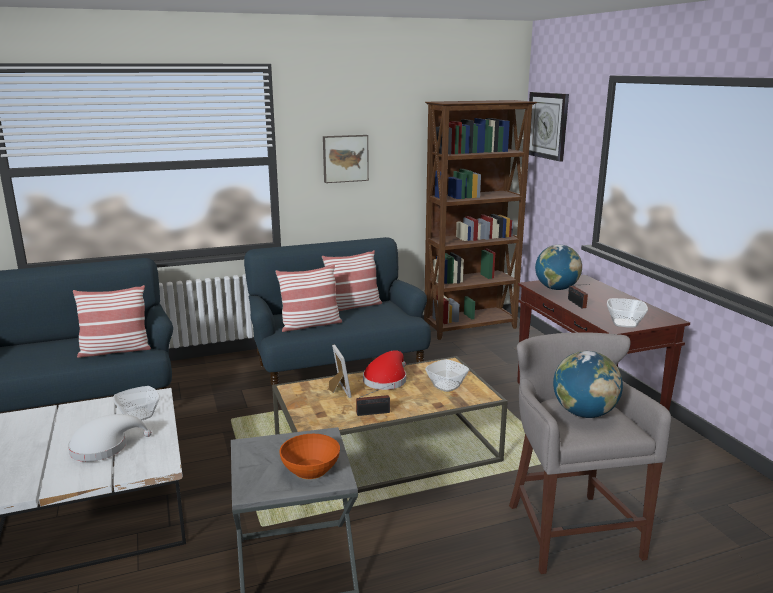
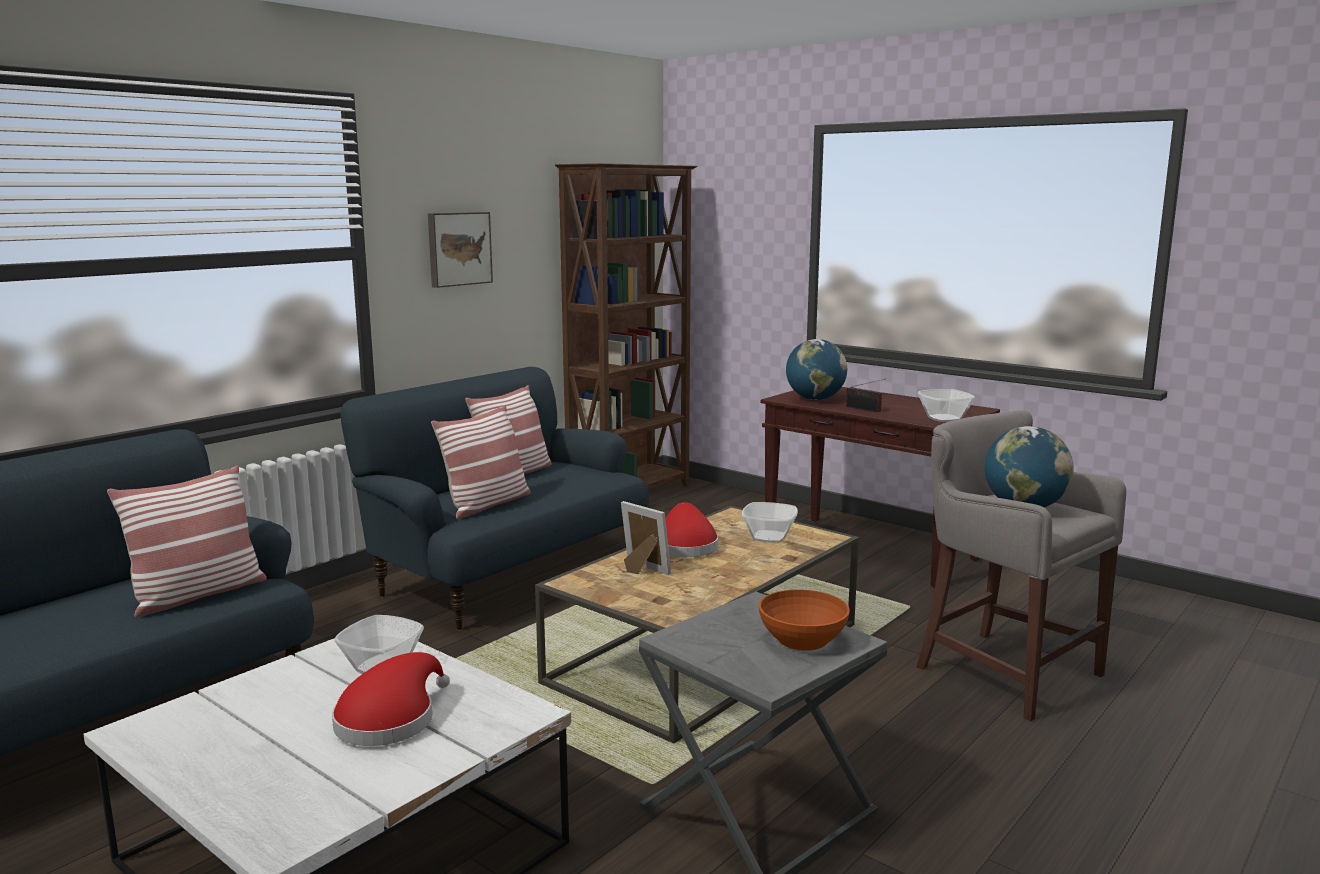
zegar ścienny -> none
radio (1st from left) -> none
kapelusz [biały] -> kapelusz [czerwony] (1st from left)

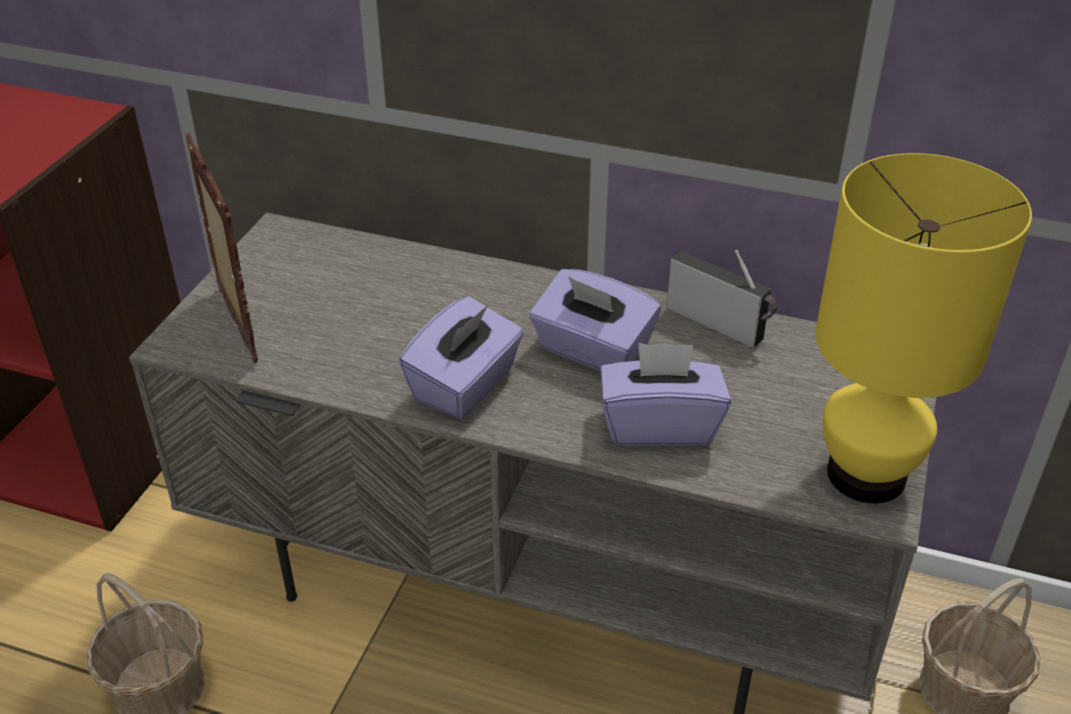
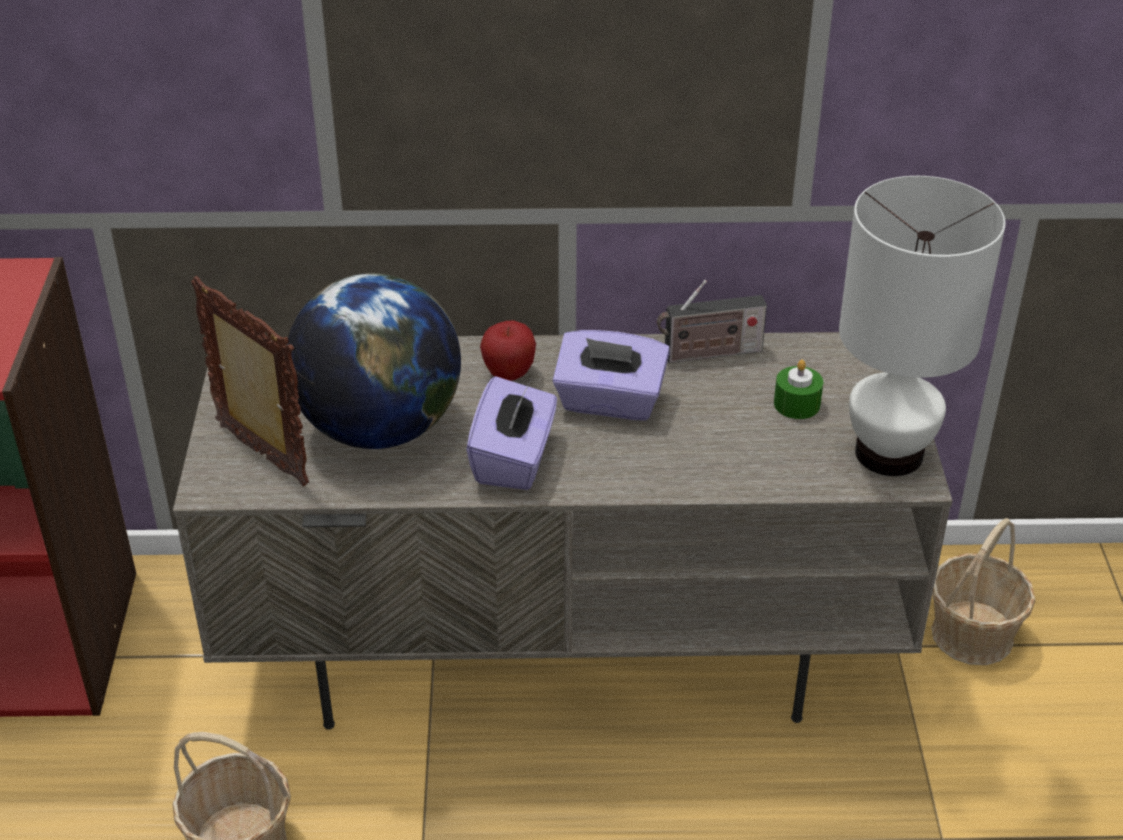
lampa stołowa [żółty] -> lampa stołowa [biały]
radio, 150 degrees clockwise
pudełko chusteczek [fioletowy] (3rd from left) -> none
none -> globus
none -> jabłko
none -> świeca [zielony]

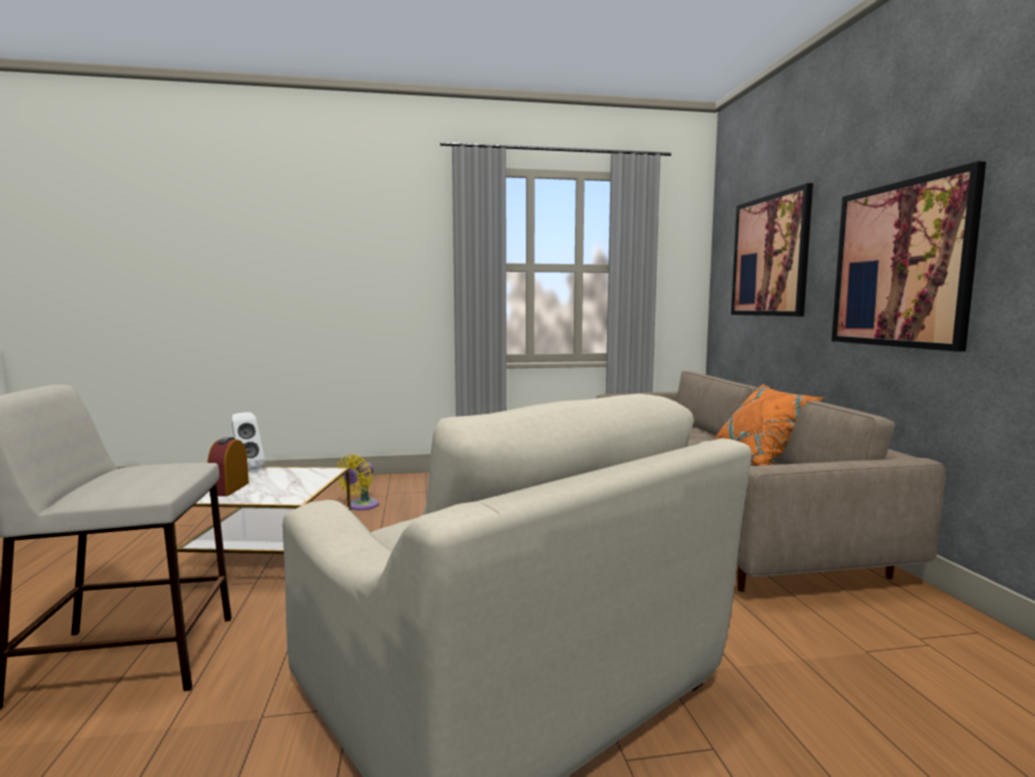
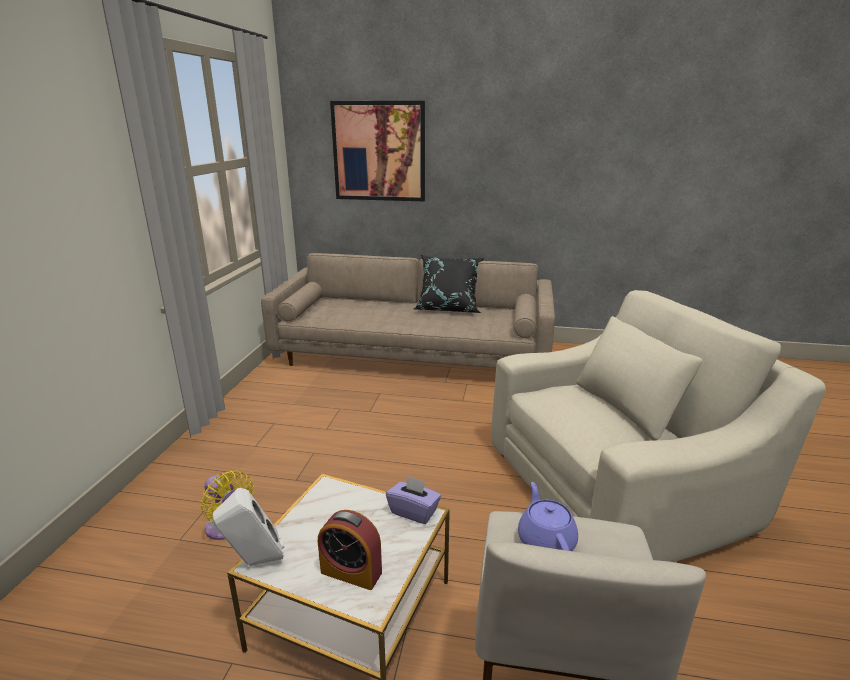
obraz (2nd from left) -> none
poduszka [pomarańczowy] -> poduszka [czarny]
none -> pudełko chusteczek [fioletowy]
none -> imbryk [fioletowy]

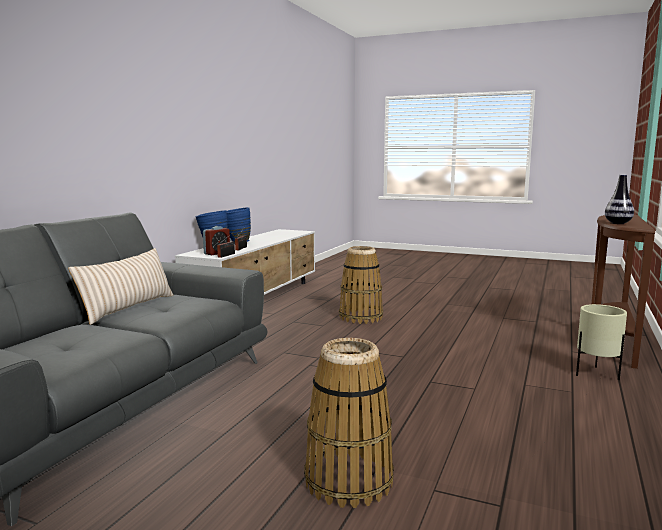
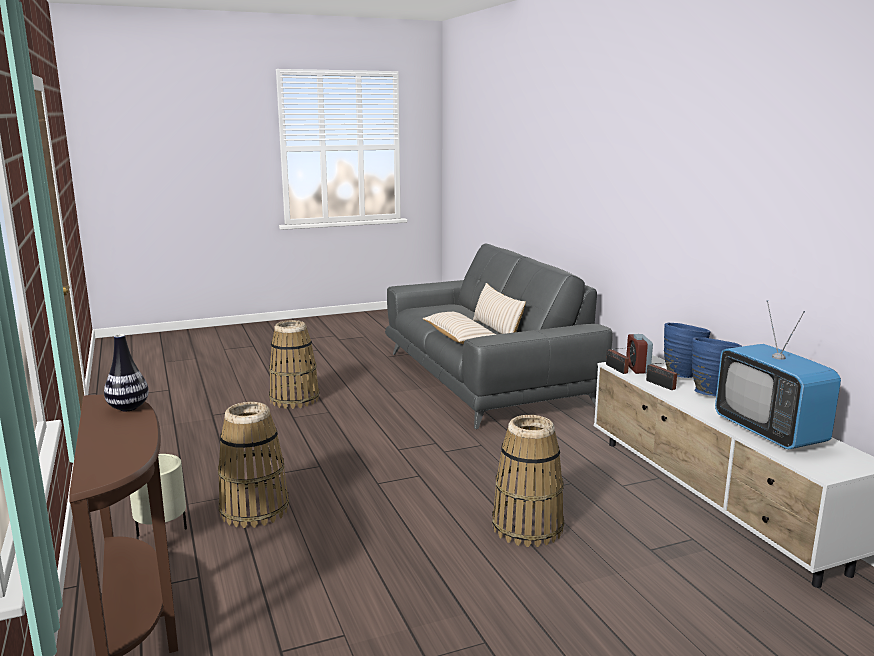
none -> telewizor
none -> poduszka [beżowy] (1st from left)
none -> koszyk (1st from left)

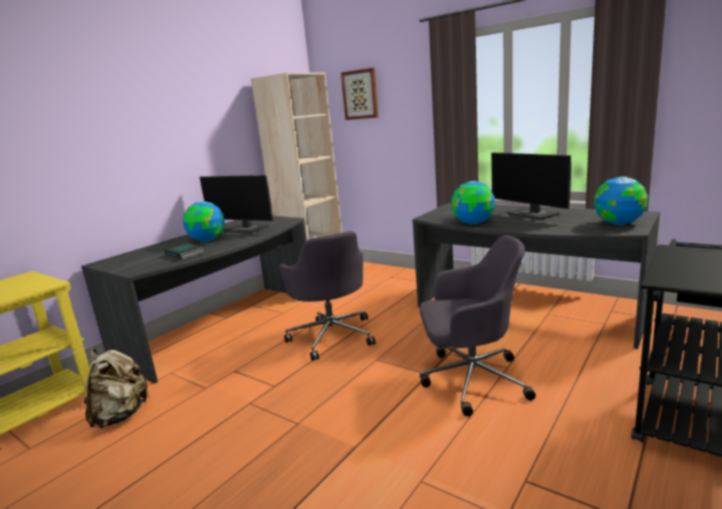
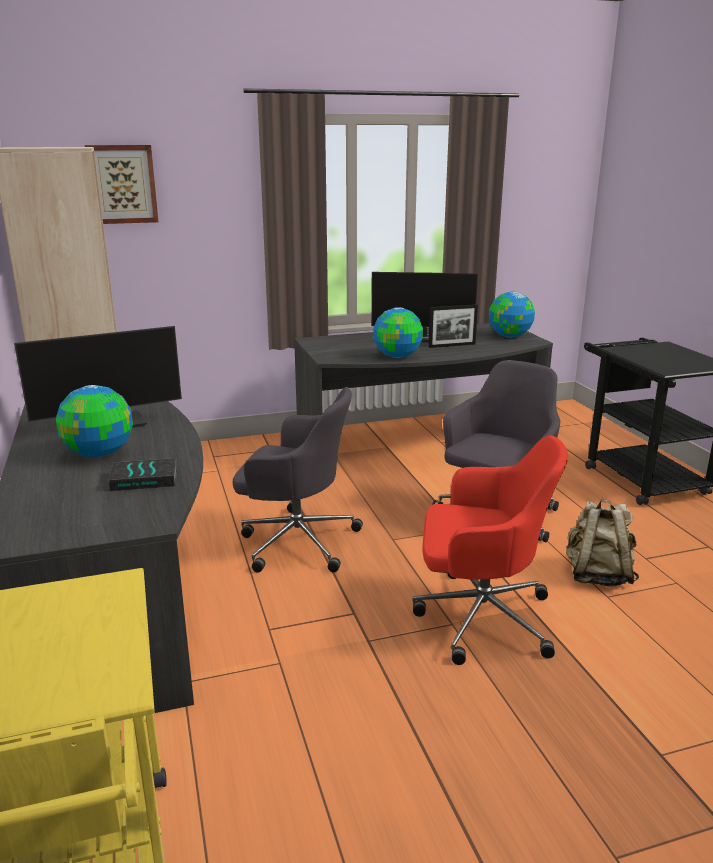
plecak [beżowy], move
none -> ramka na zdjęcie
none -> krzesło biurowe [czerwony]

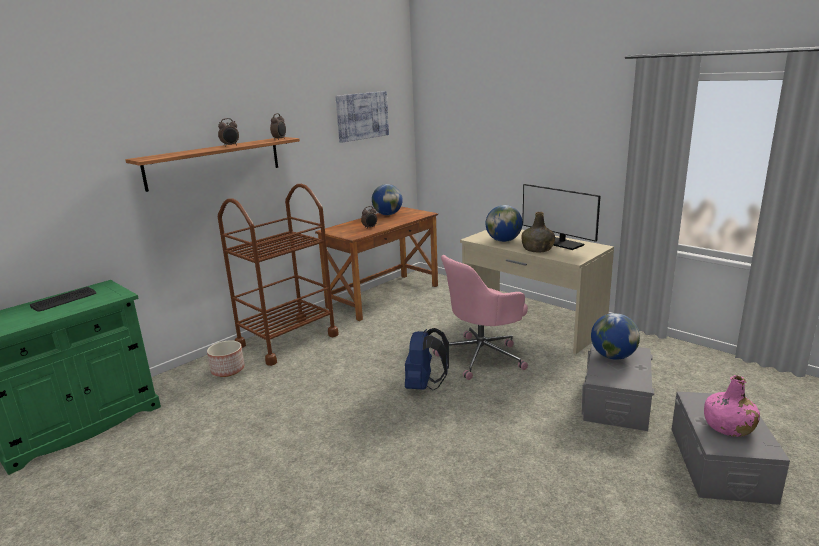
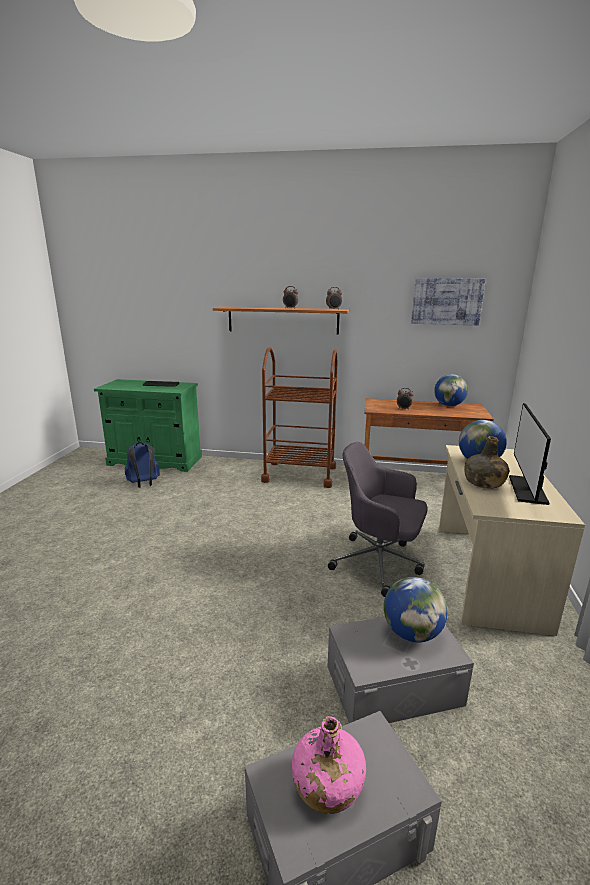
krzesło biurowe [różowy] -> krzesło biurowe [szary]
plecak [niebieski], move
donica -> none

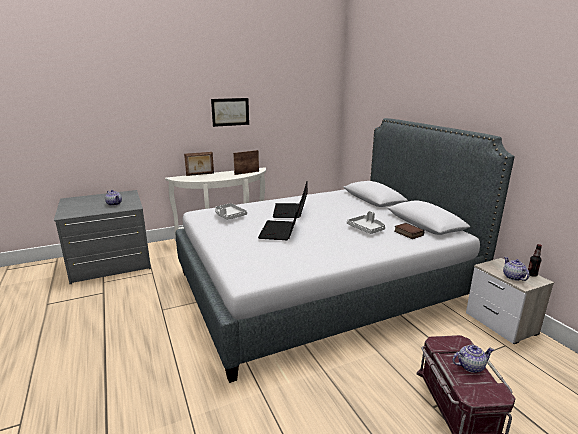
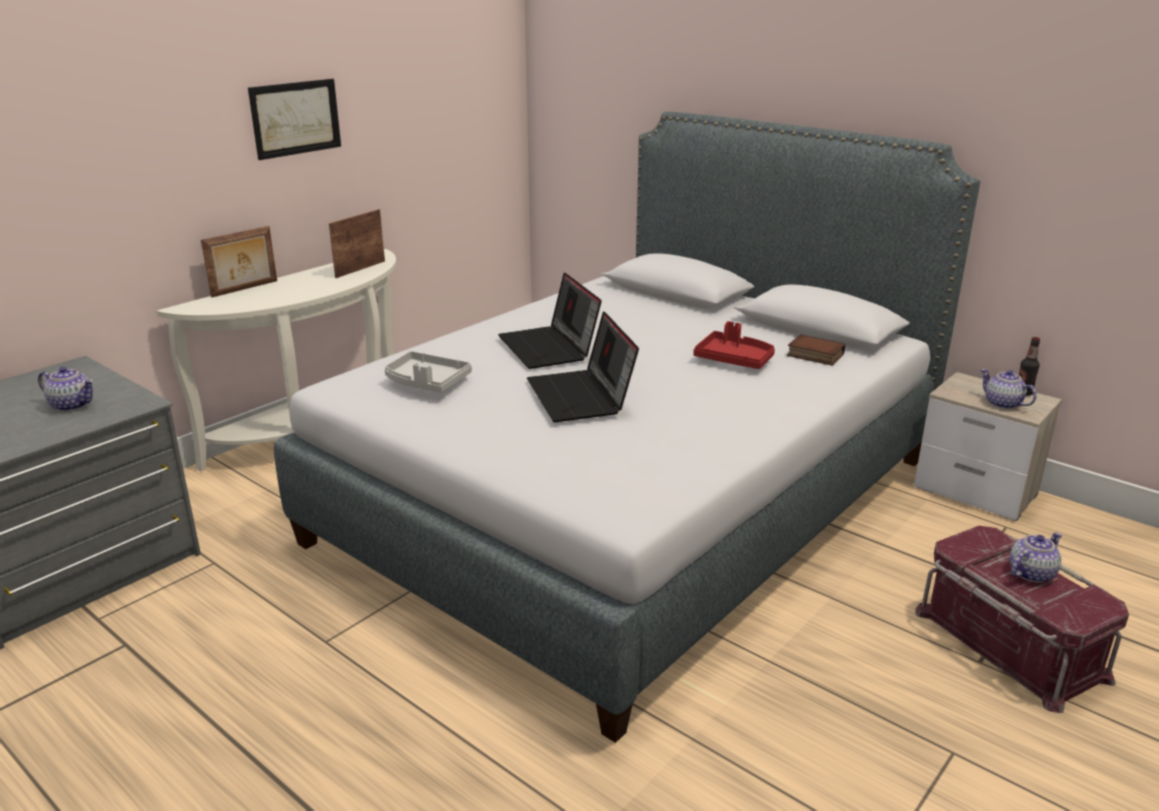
taca [szary] (2nd from left) -> taca [czerwony]

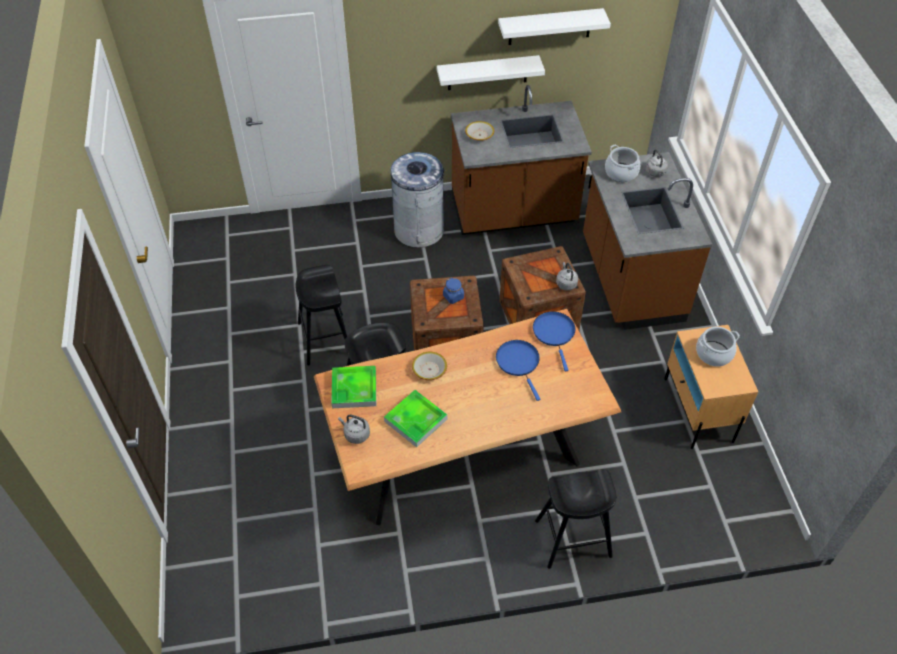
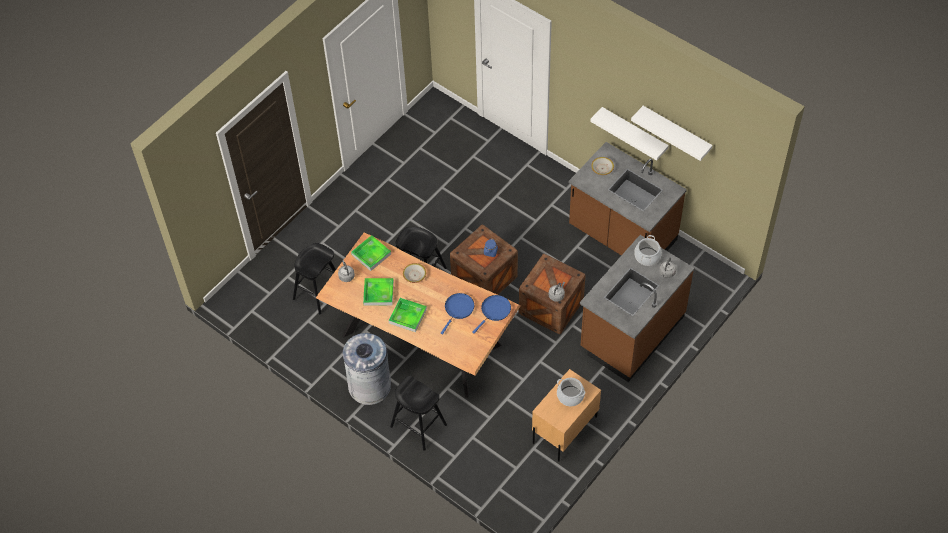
kosz na śmieci [szary], move
stołek [czarny] (1st from left), move
none -> taca (3rd from left)

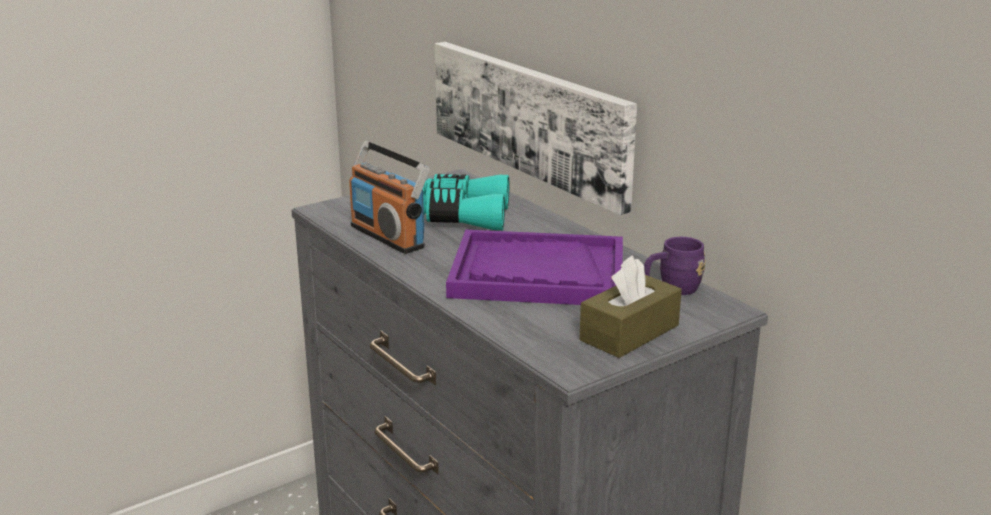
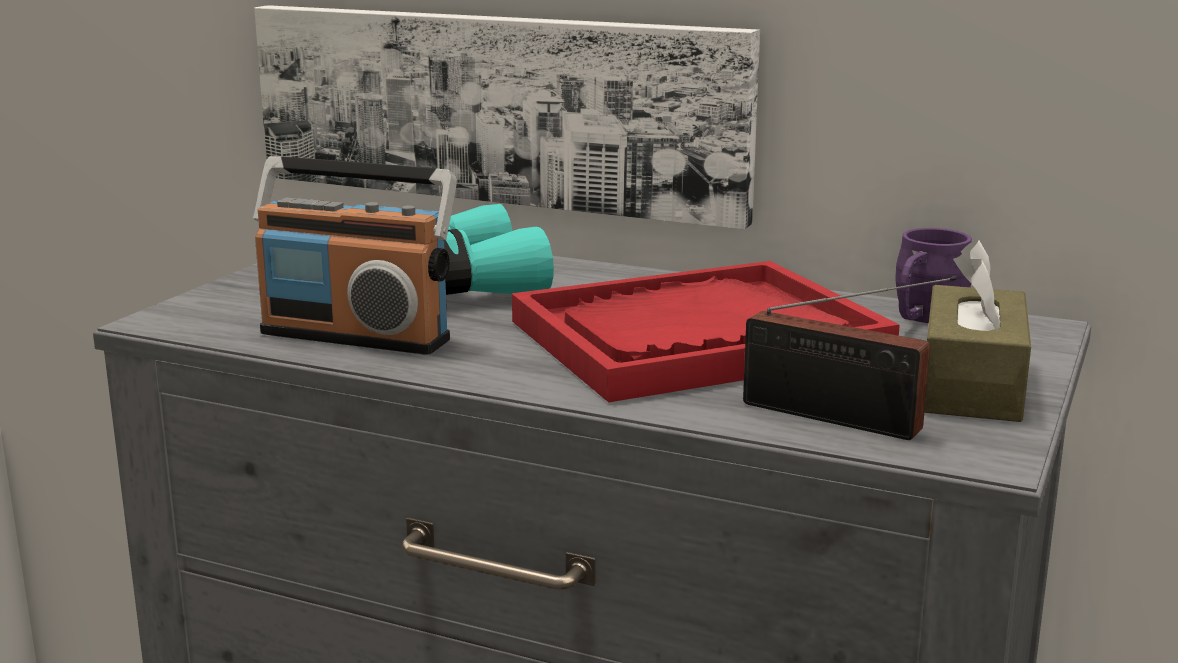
taca [fioletowy] -> taca [czerwony]
none -> radio (2nd from left)

